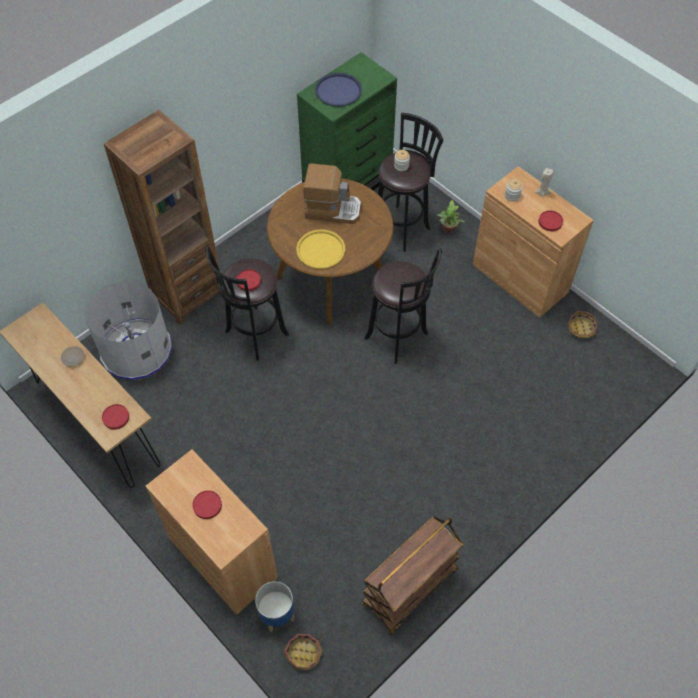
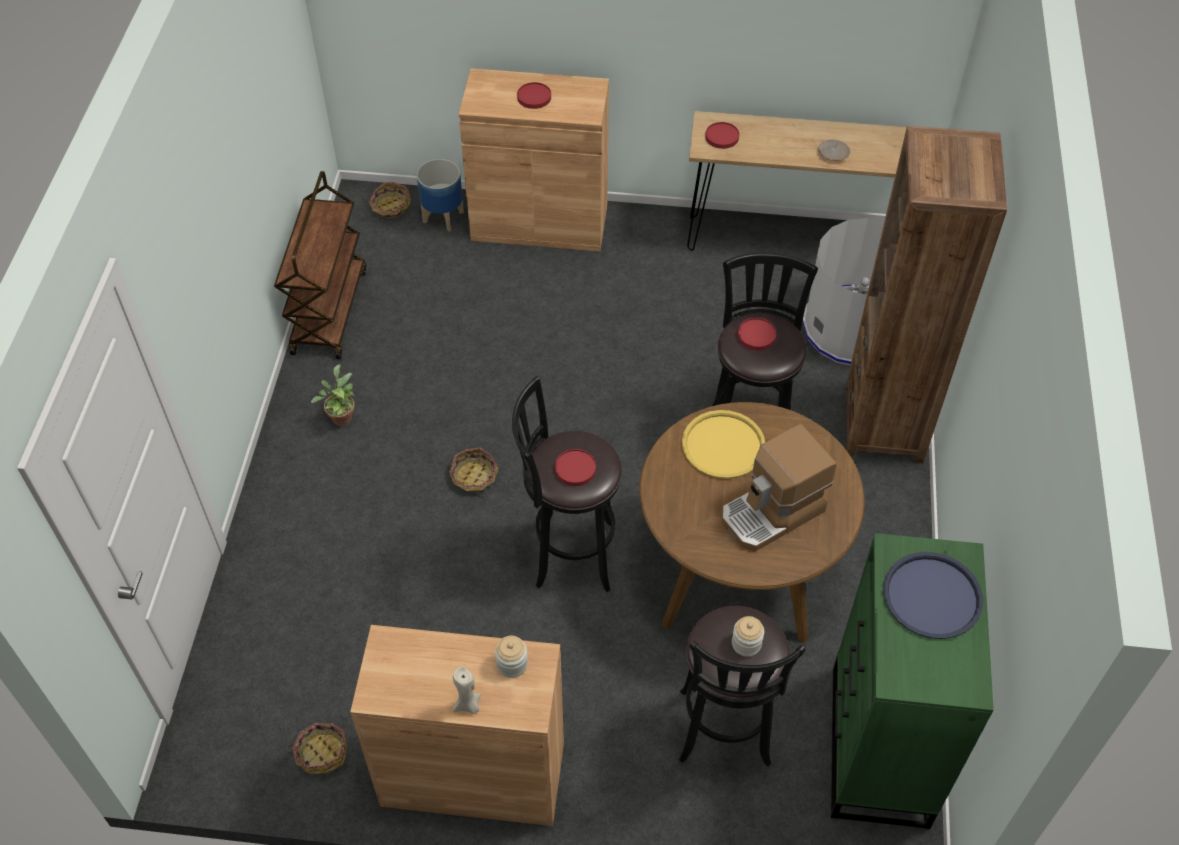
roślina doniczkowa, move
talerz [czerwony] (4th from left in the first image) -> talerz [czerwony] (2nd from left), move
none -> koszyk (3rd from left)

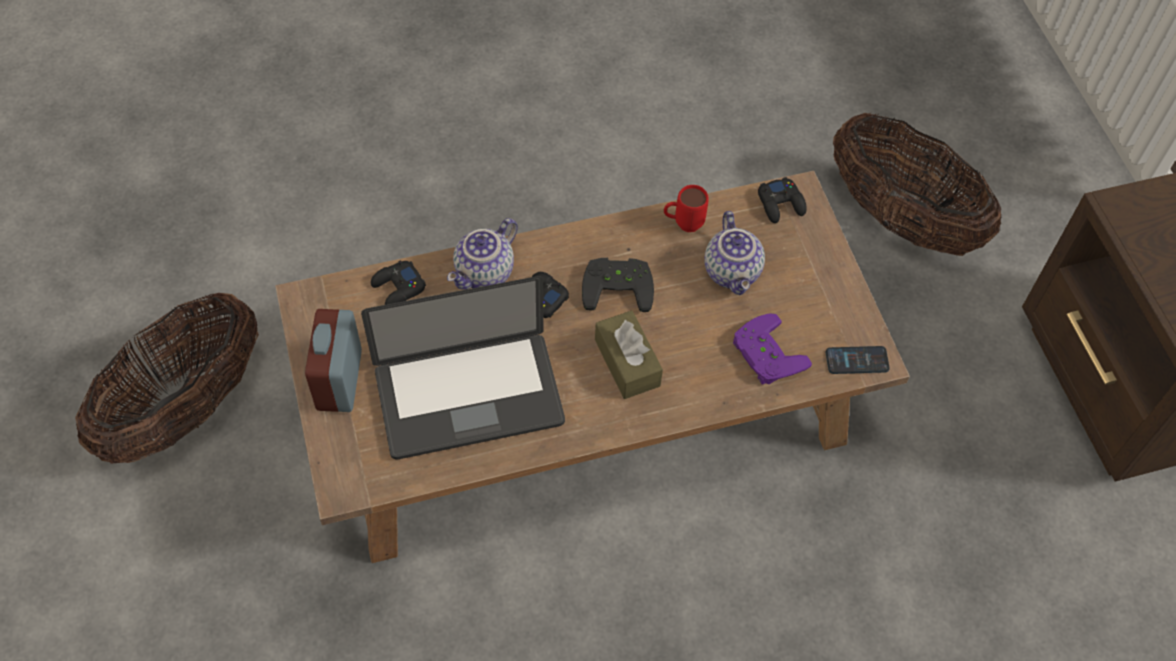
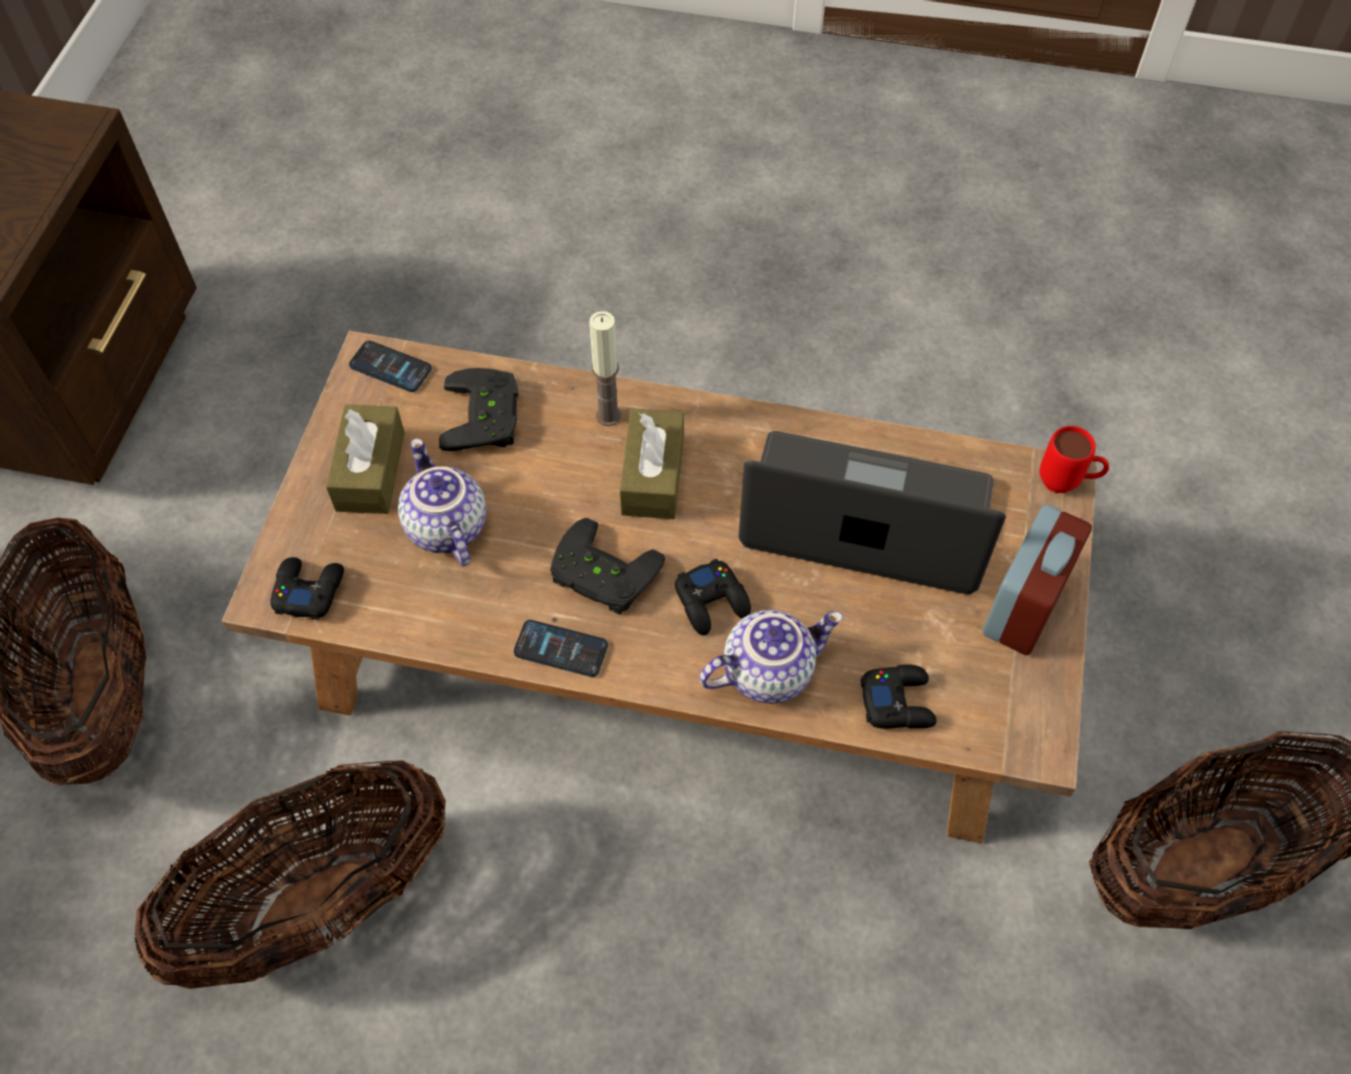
kubek [czerwony], move
imbryk (2nd from left in the first image) -> imbryk (1st from left), 45 degrees counterclockwise
pad do gier [fioletowy] -> pad do gier [czarny] (2nd from left)
none -> świeca
none -> pudełko chusteczek [brązowy] (1st from left)
none -> telefon (2nd from left)
none -> koszyk (2nd from left)

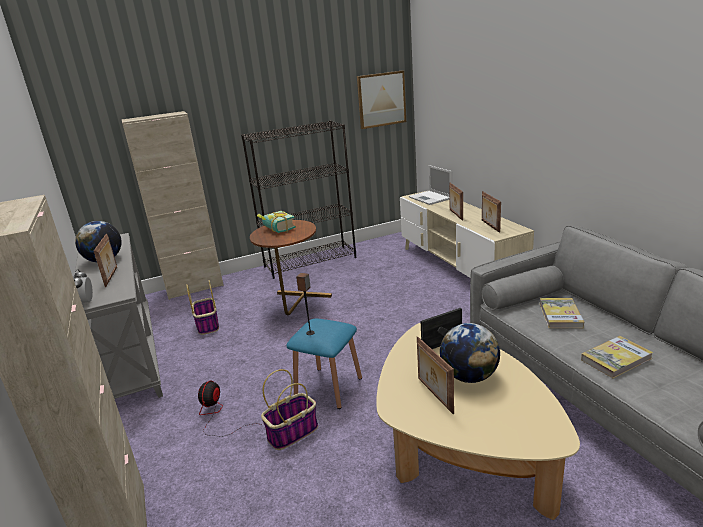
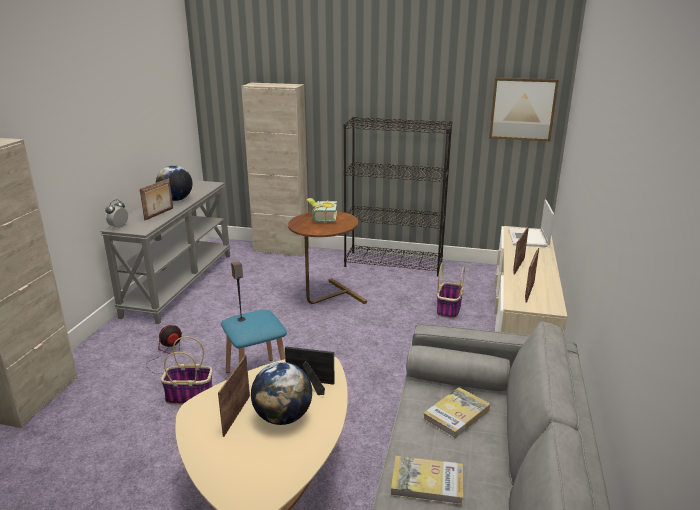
koszyk (1st from left in the first image) -> koszyk (2nd from left), move

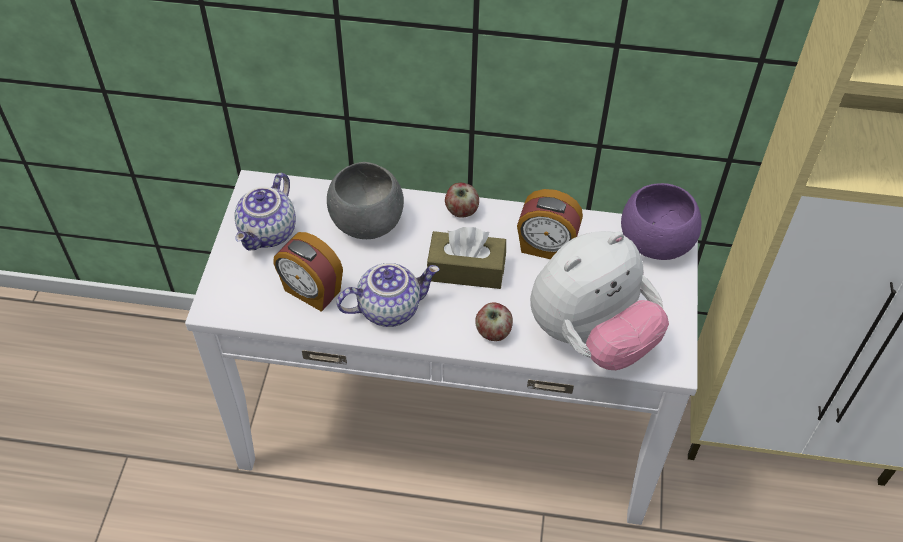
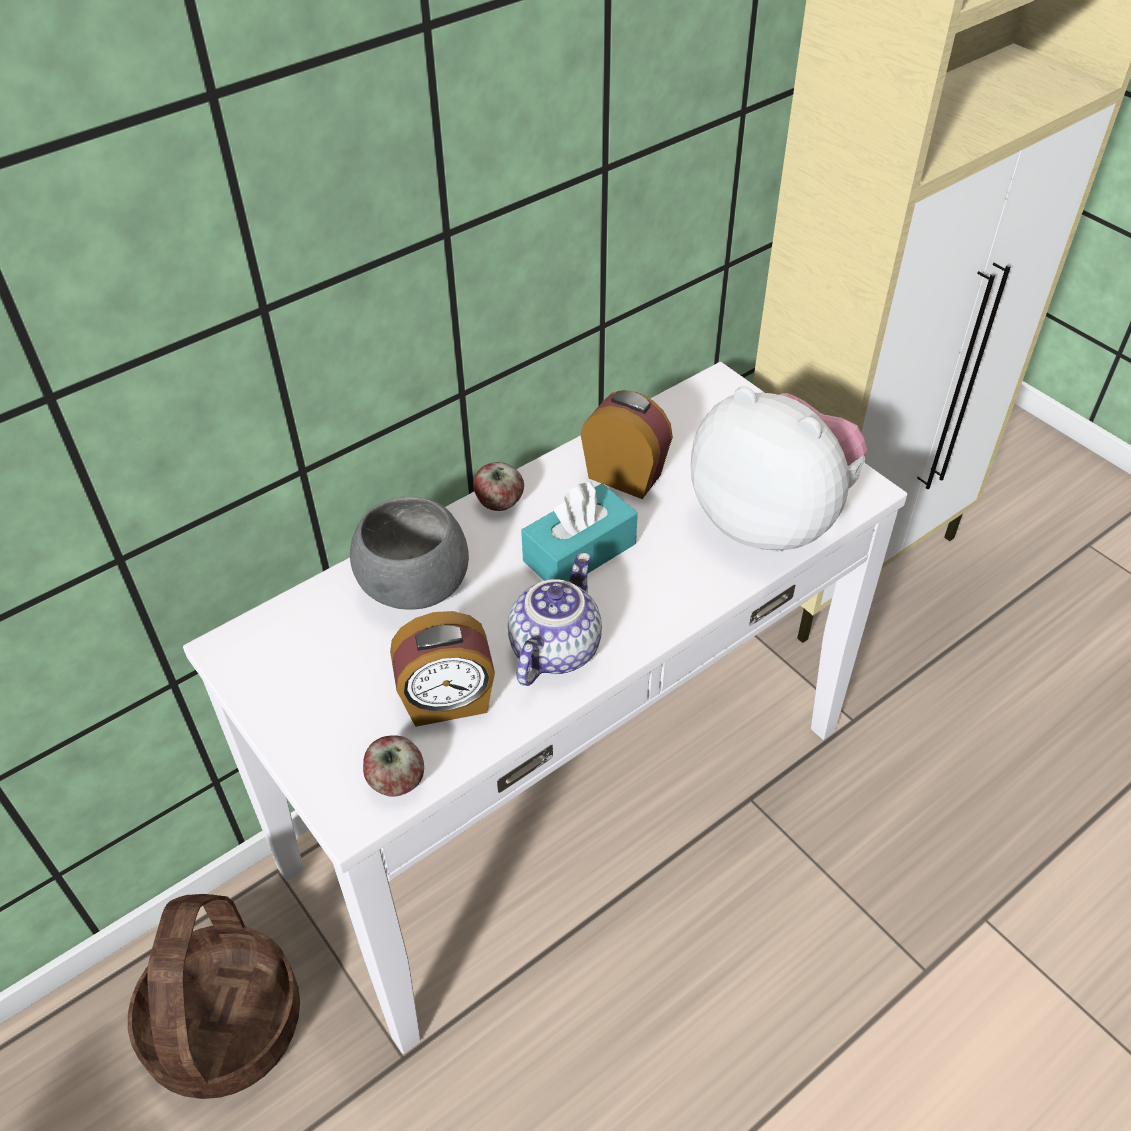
imbryk (1st from left) -> none
miska [fioletowy] -> none
budzik (2nd from left), 120 degrees counterclockwise
pudełko chusteczek [brązowy] -> pudełko chusteczek [turkusowy]
pluszak, 60 degrees counterclockwise
jabłko (2nd from left in the first image) -> jabłko (1st from left), move
none -> koszyk

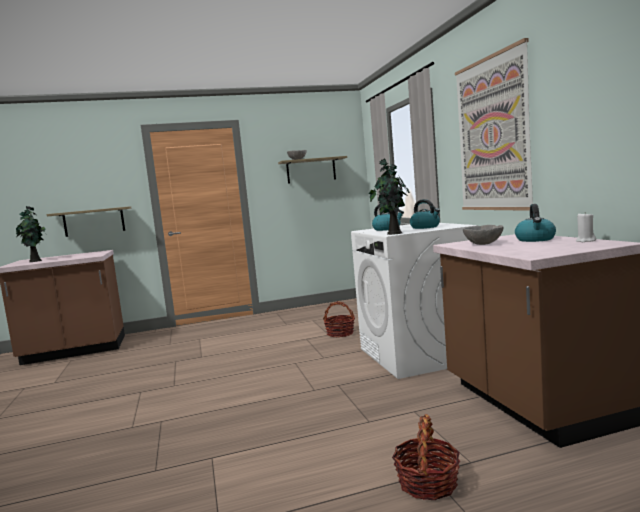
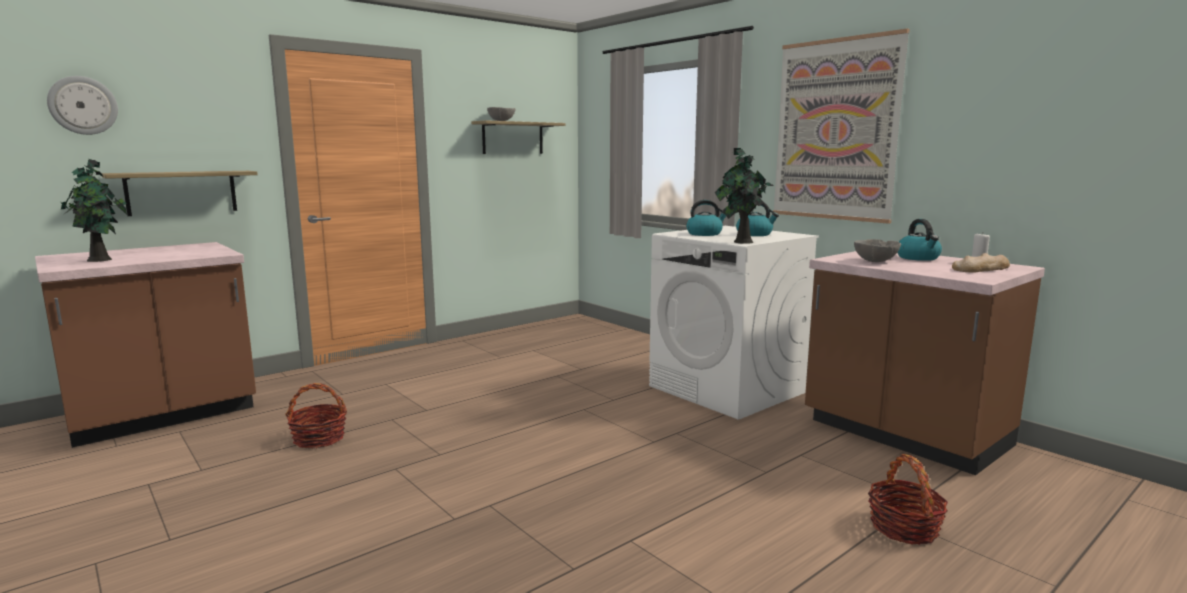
koszyk (1st from left), move
none -> zegar ścienny
none -> chleb

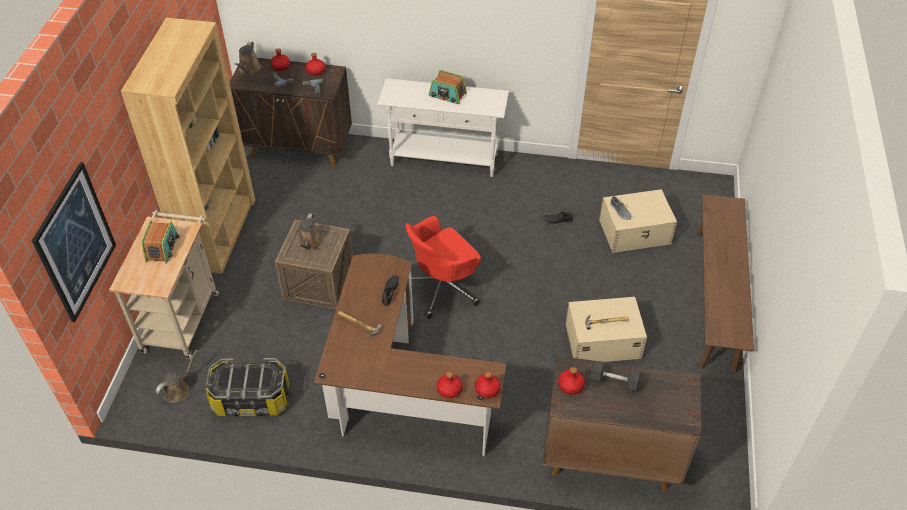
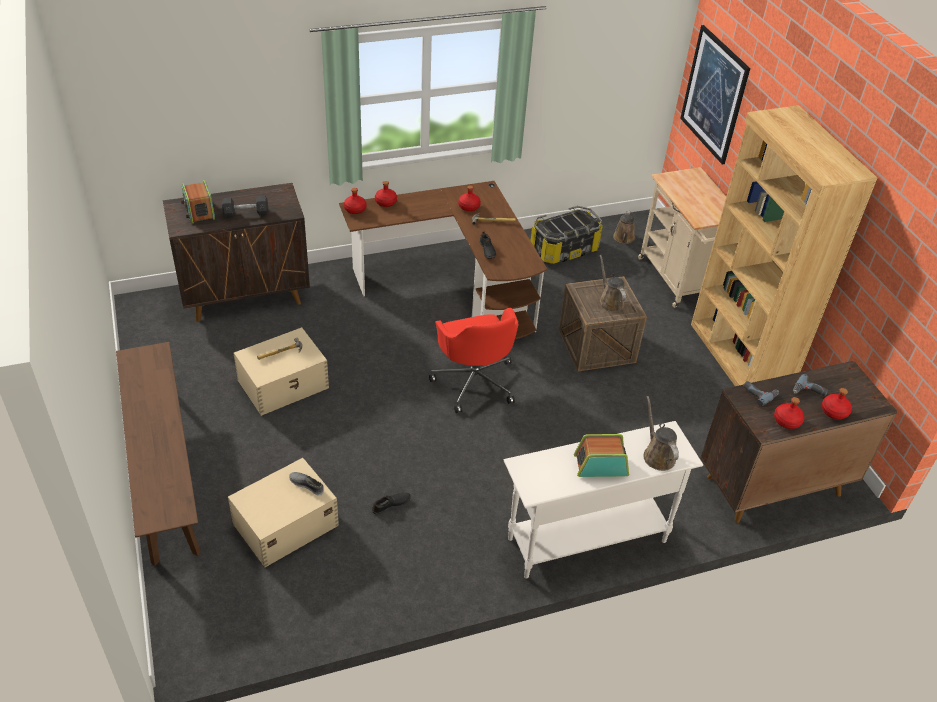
konewka [brązowy] (2nd from left in the first image) -> konewka [brązowy] (3rd from left), move
krzesło biurowe [czerwony], 135 degrees clockwise
radio (1st from left), move
butelka [czerwony] (5th from left in the first image) -> butelka [czerwony] (3rd from left), move

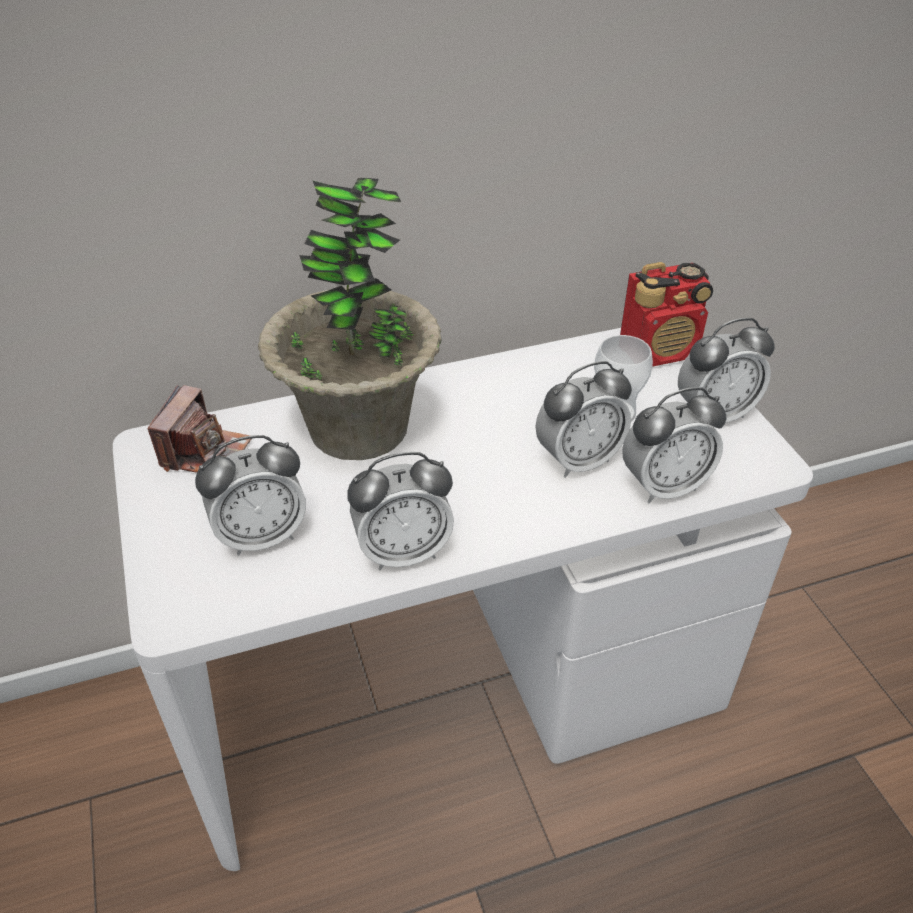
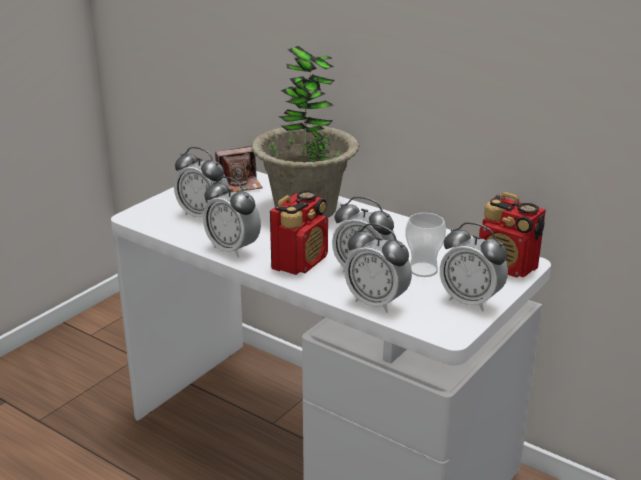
none -> radio (1st from left)

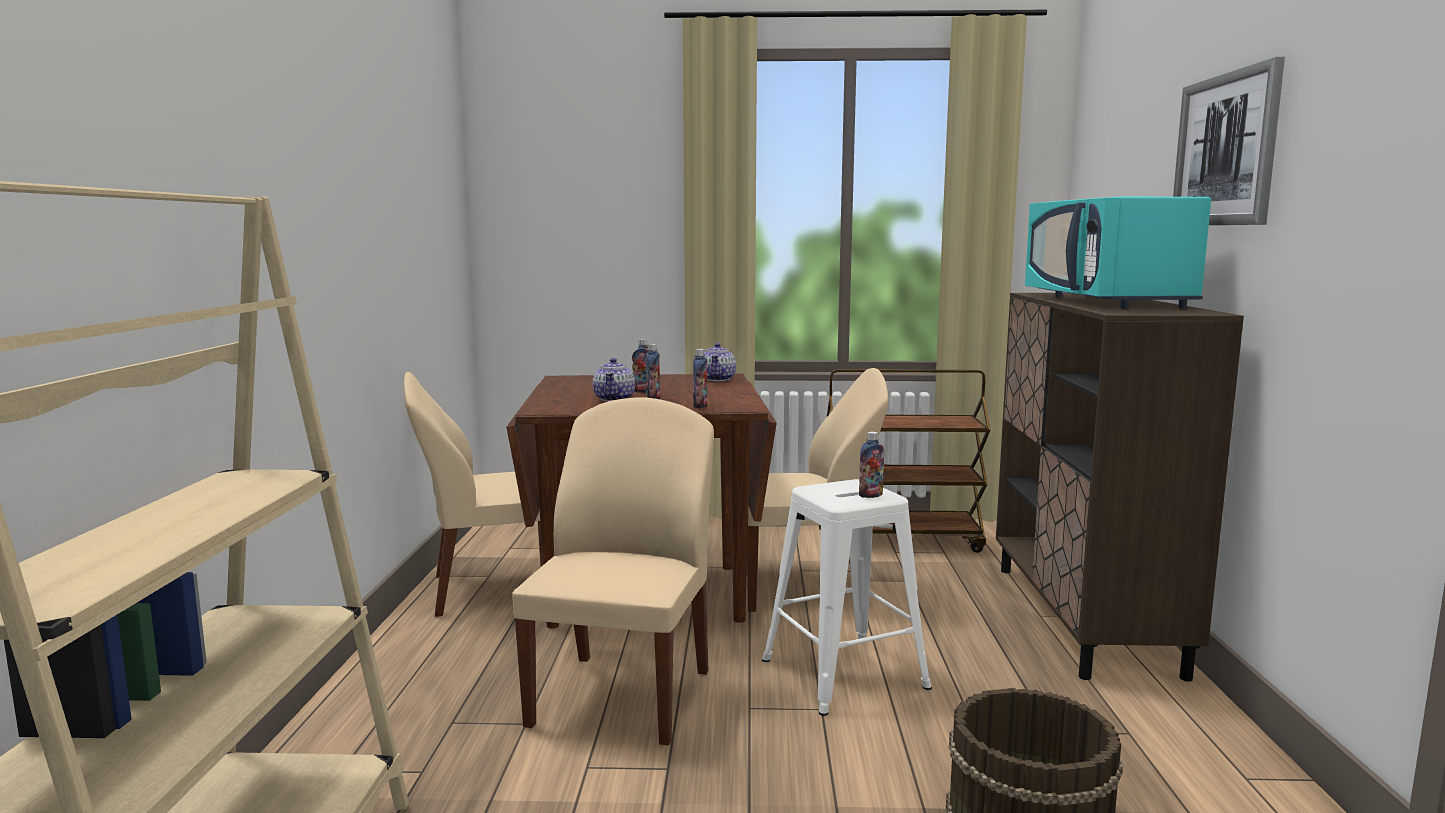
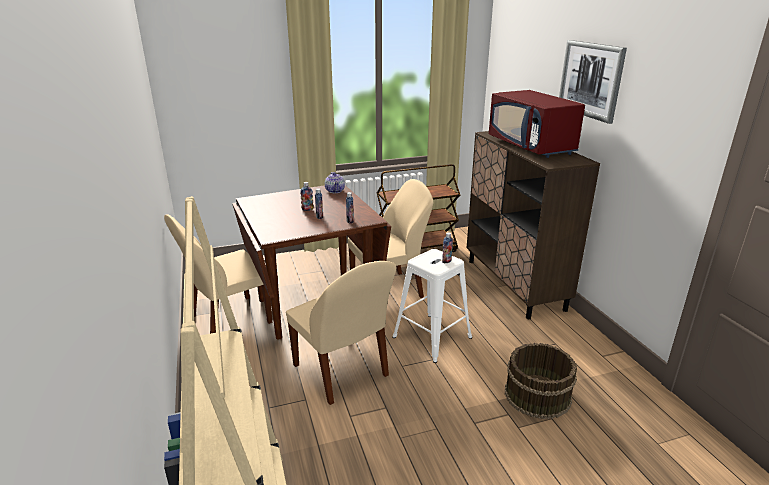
mikrofalówka [turkusowy] -> mikrofalówka [czerwony]
imbryk (1st from left) -> none
krzesło [beżowy] (2nd from left), 150 degrees clockwise

